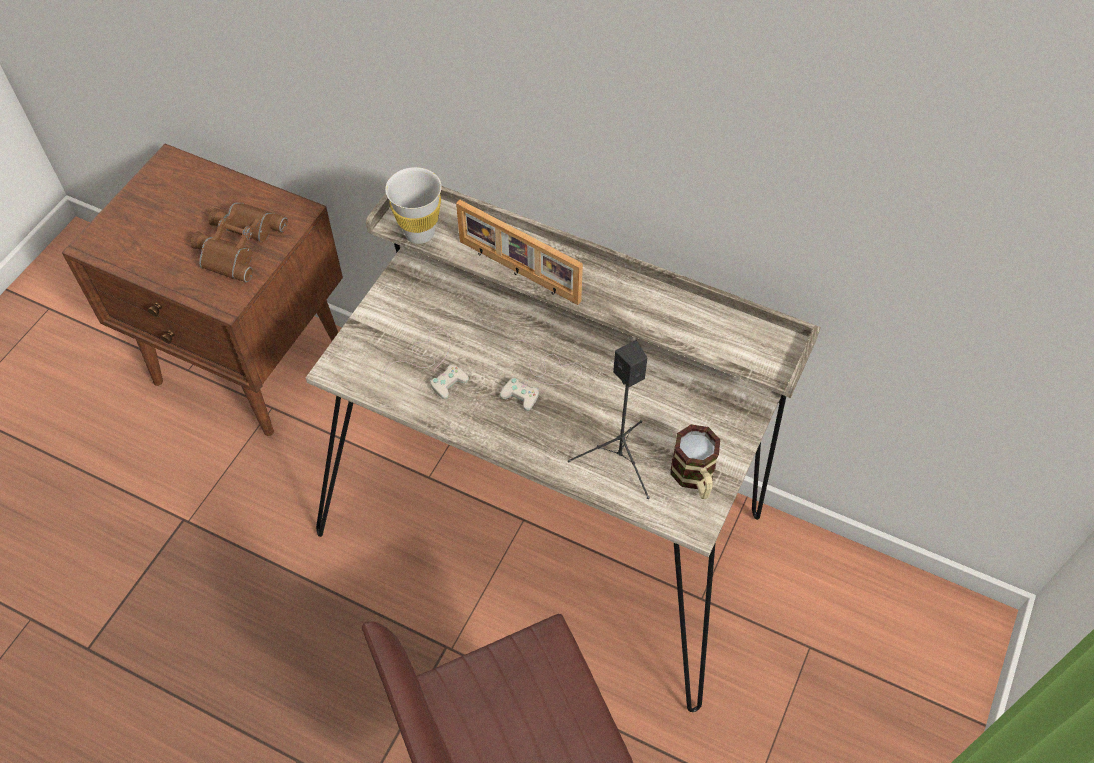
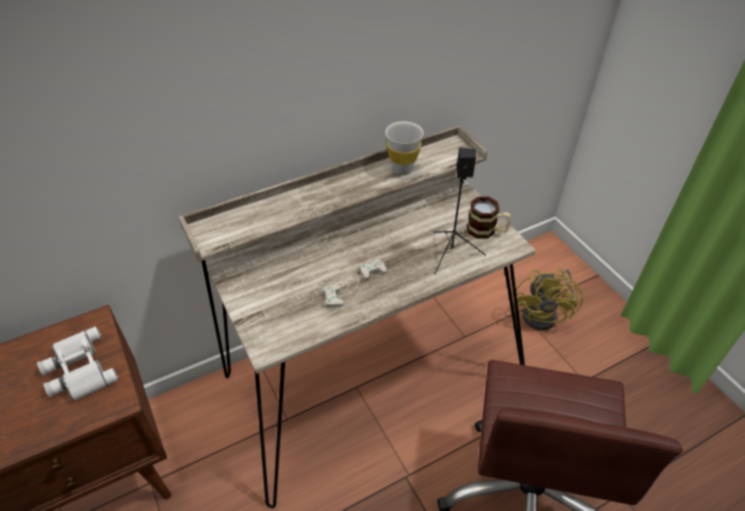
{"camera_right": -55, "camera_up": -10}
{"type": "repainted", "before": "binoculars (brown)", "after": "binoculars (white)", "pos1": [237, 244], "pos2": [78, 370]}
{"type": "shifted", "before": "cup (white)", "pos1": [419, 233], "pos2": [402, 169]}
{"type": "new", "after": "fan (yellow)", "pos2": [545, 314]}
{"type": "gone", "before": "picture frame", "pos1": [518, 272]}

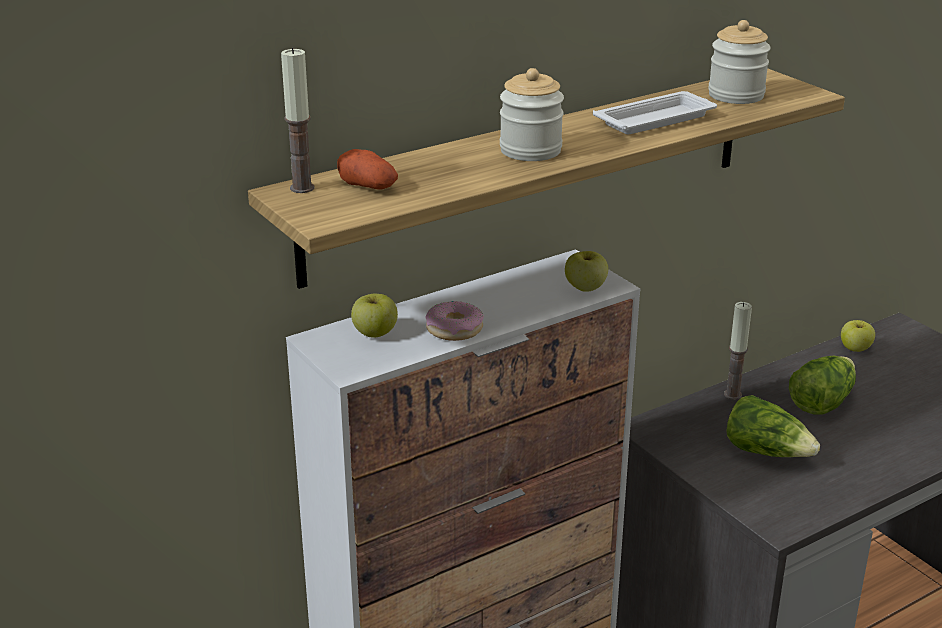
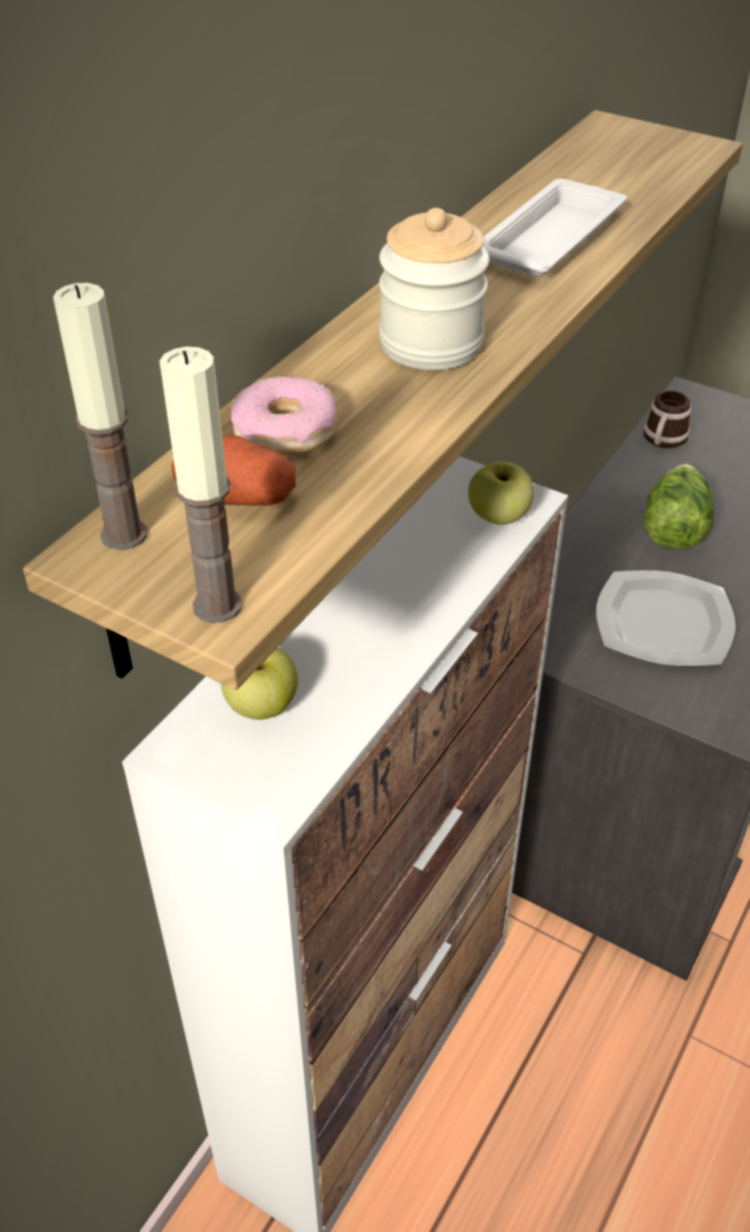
{"camera_right": -25, "camera_up": 15}
{"type": "shifted", "before": "candle", "pos1": [732, 395], "pos2": [217, 606]}
{"type": "shifted", "before": "donut", "pos1": [454, 329], "pos2": [285, 431]}
{"type": "swapped", "before": "lettuce", "after": "plate", "pos1": [767, 452], "pos2": [662, 621]}
{"type": "swapped", "before": "apple", "after": "mug", "pos1": [855, 349], "pos2": [663, 440]}
{"type": "gone", "before": "jar", "pos1": [736, 95]}

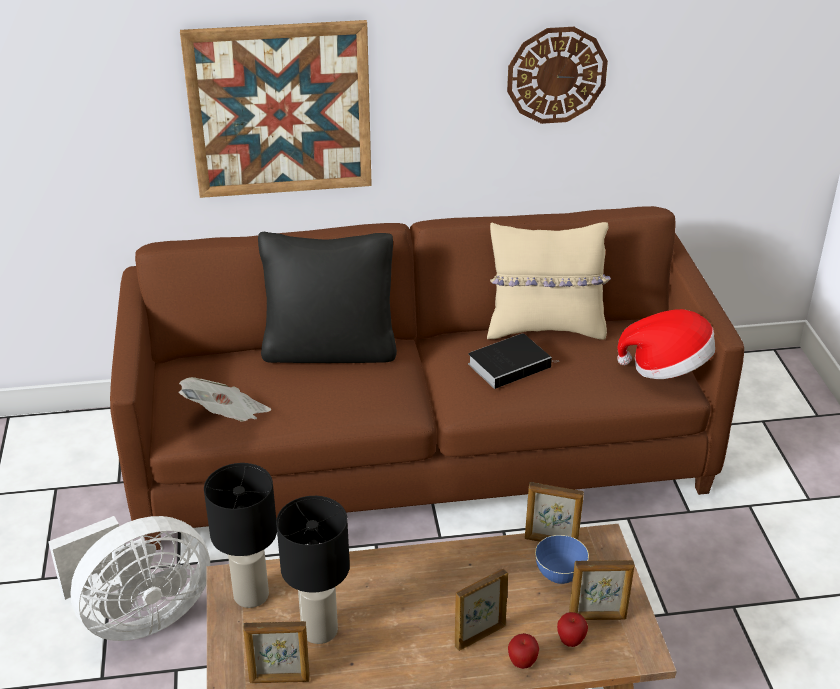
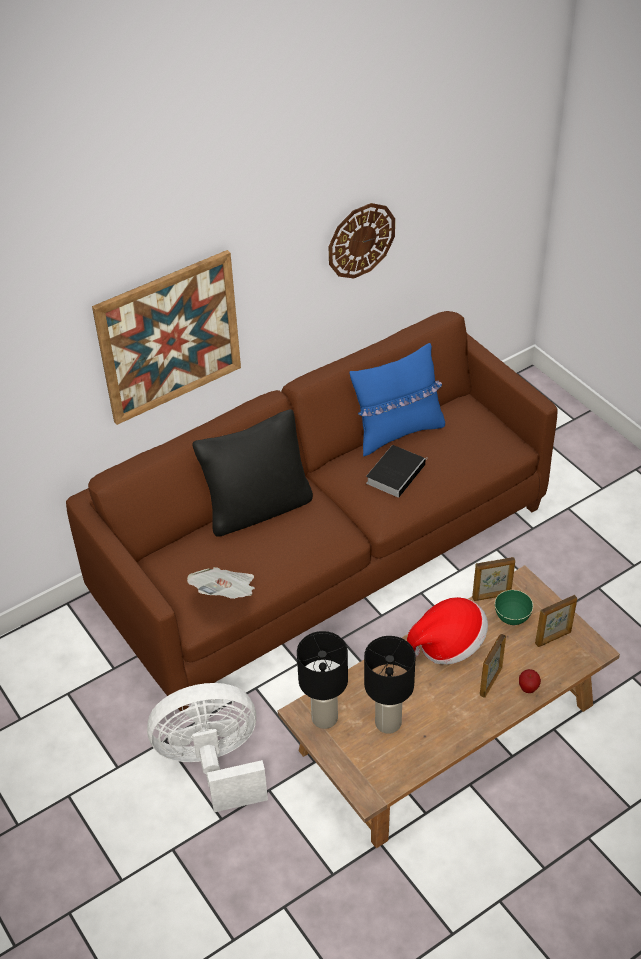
{"camera_right": -25, "camera_up": 10}
{"type": "rotated", "before": "fan (white)", "pos1": [139, 617], "pos2": [213, 764], "turn": -135}
{"type": "repainted", "before": "pillow (beige)", "after": "pillow (blue)", "pos1": [545, 328], "pos2": [397, 432]}
{"type": "shifted", "before": "hat", "pos1": [668, 367], "pos2": [448, 644]}
{"type": "repainted", "before": "bowl (blue)", "after": "bowl (green)", "pos1": [559, 574], "pos2": [512, 617]}
{"type": "gone", "before": "picture frame", "pos1": [279, 680]}
{"type": "gone", "before": "apple", "pos1": [571, 641]}

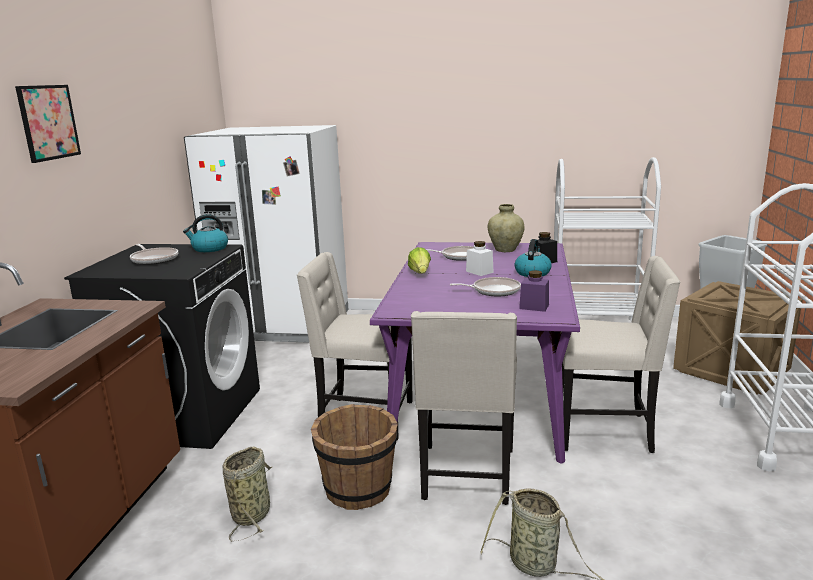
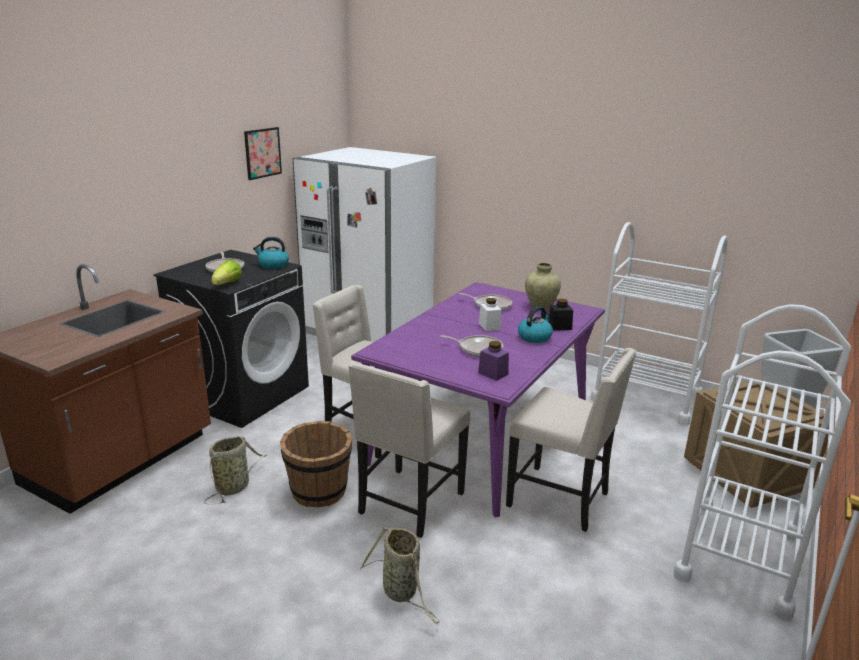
{"camera_right": 20, "camera_up": 5}
{"type": "shifted", "before": "lettuce", "pos1": [420, 273], "pos2": [227, 284]}
{"type": "shifted", "before": "picture", "pos1": [48, 122], "pos2": [262, 153]}

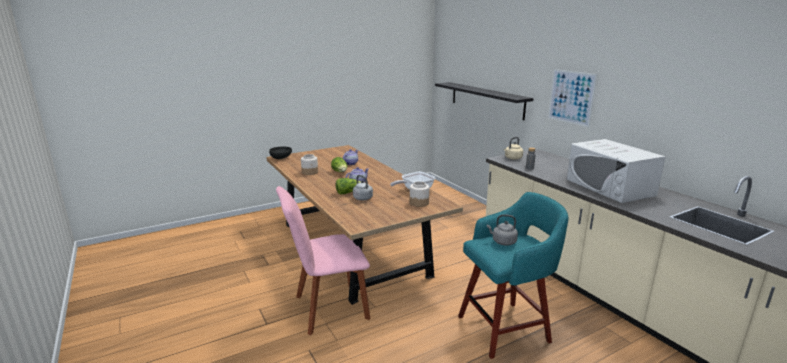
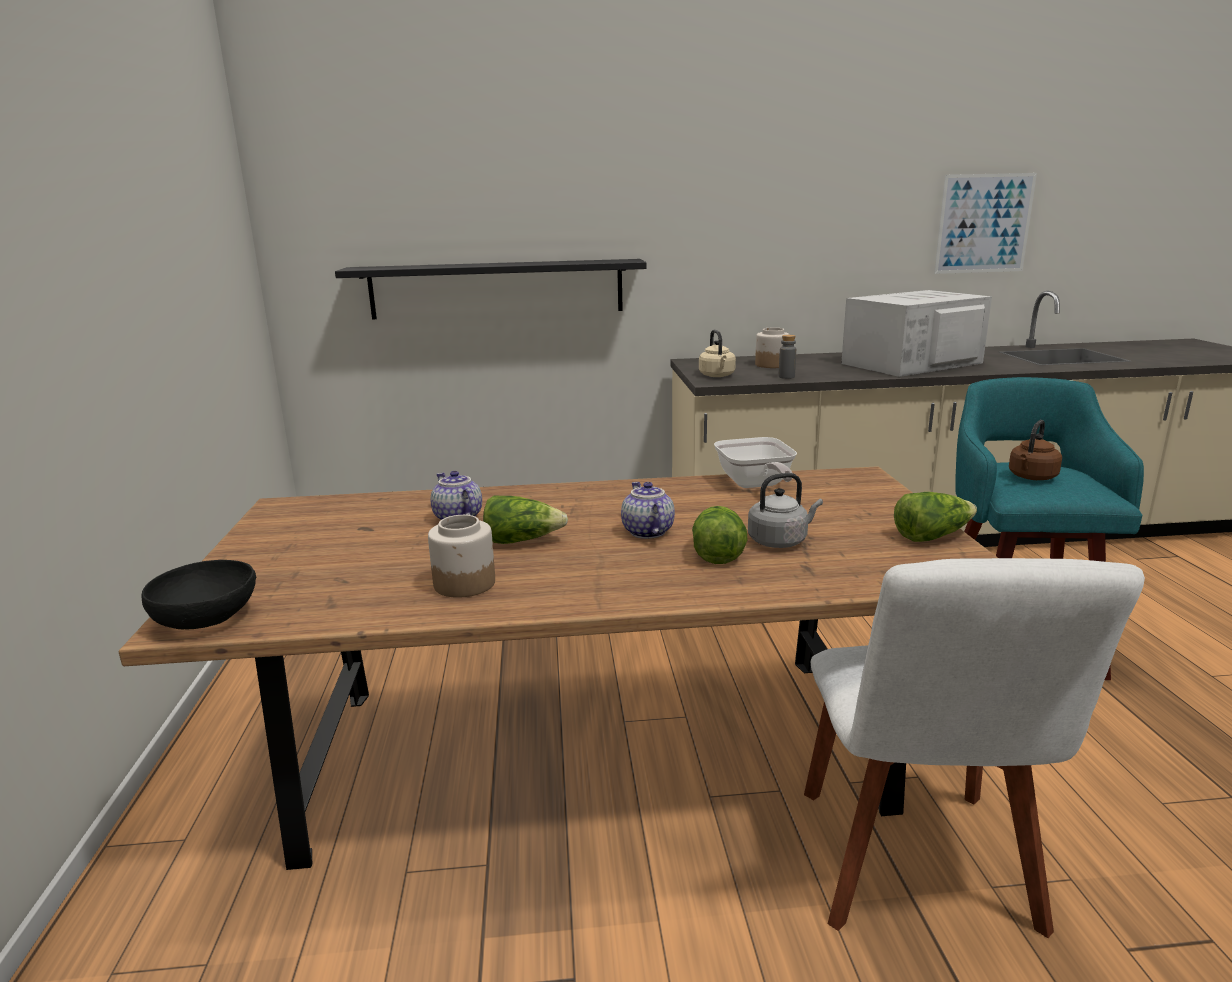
{"camera_right": -65, "camera_up": 0}
{"type": "shifted", "before": "jar", "pos1": [419, 203], "pos2": [771, 365]}
{"type": "repainted", "before": "chair (pink)", "after": "chair (white)", "pos1": [327, 309], "pos2": [917, 867]}
{"type": "rotated", "before": "microwave (white)", "pos1": [609, 187], "pos2": [911, 363], "turn": 150}
{"type": "new", "after": "lettuce", "pos2": [931, 536]}
{"type": "shifted", "before": "picture", "pos1": [571, 97], "pos2": [984, 224]}
{"type": "repainted", "before": "kettle (grey)", "after": "kettle (brown)", "pos1": [502, 242], "pos2": [1031, 477]}

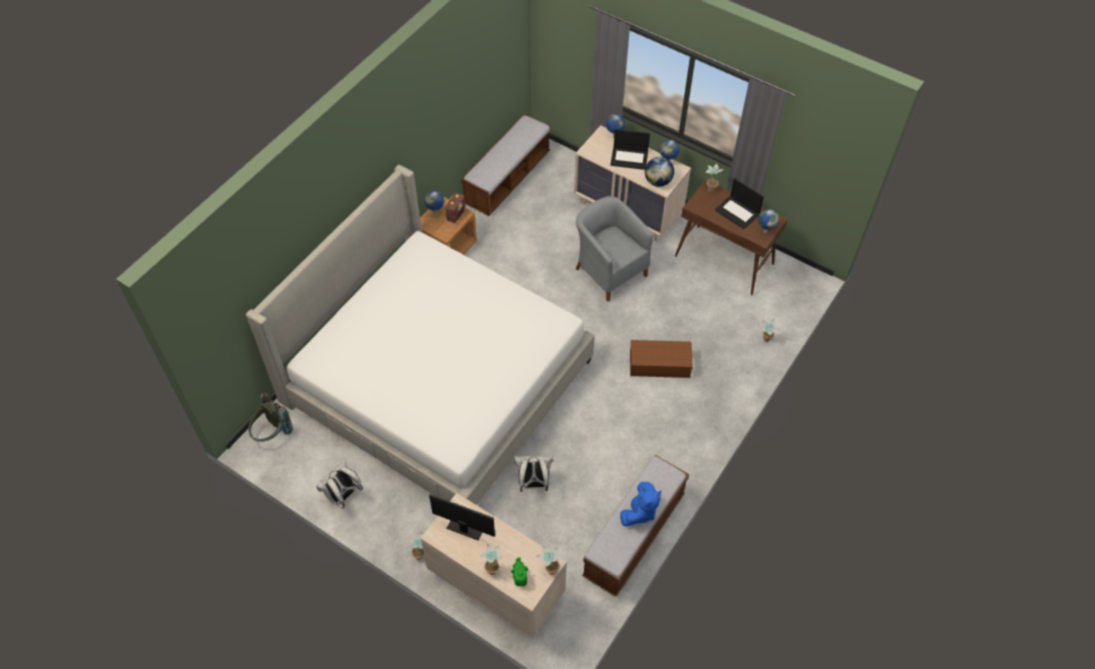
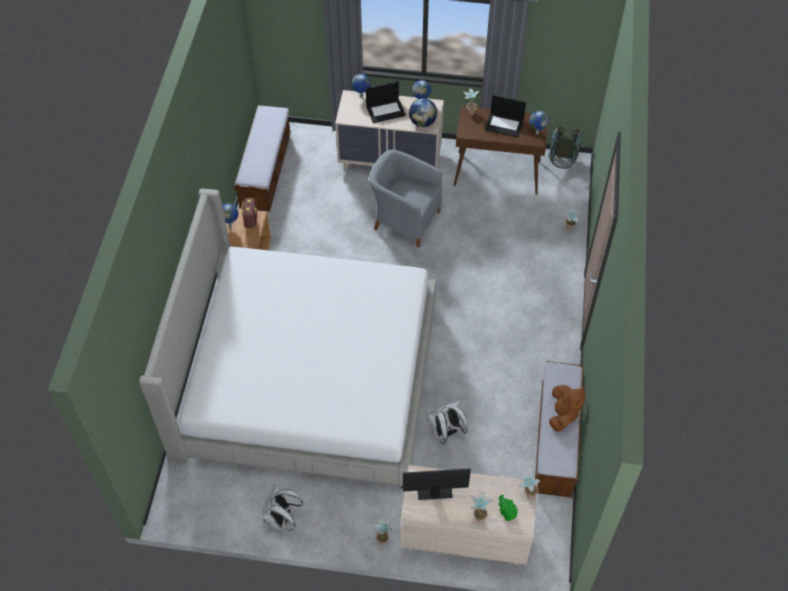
{"camera_right": -25, "camera_up": 0}
{"type": "shifted", "before": "backpack (grey)", "pos1": [272, 434], "pos2": [561, 166]}
{"type": "repainted", "before": "plush toy (blue)", "after": "plush toy (brown)", "pos1": [640, 512], "pos2": [563, 414]}
{"type": "gone", "before": "storage box (brown)", "pos1": [658, 365]}

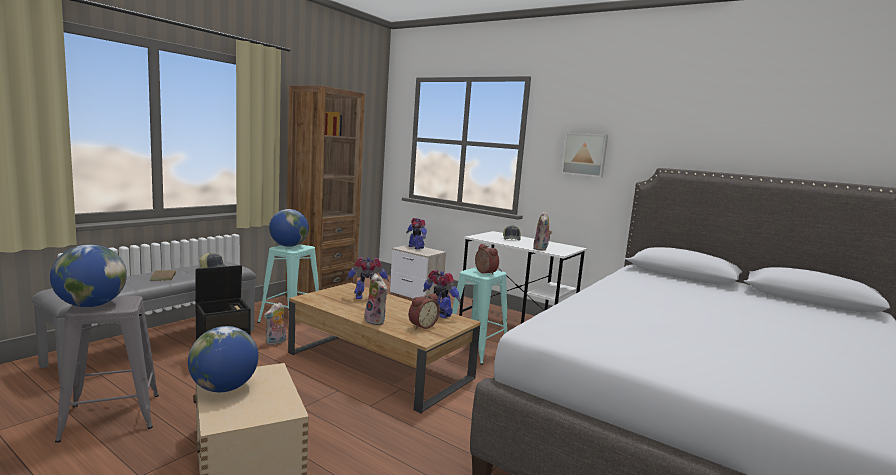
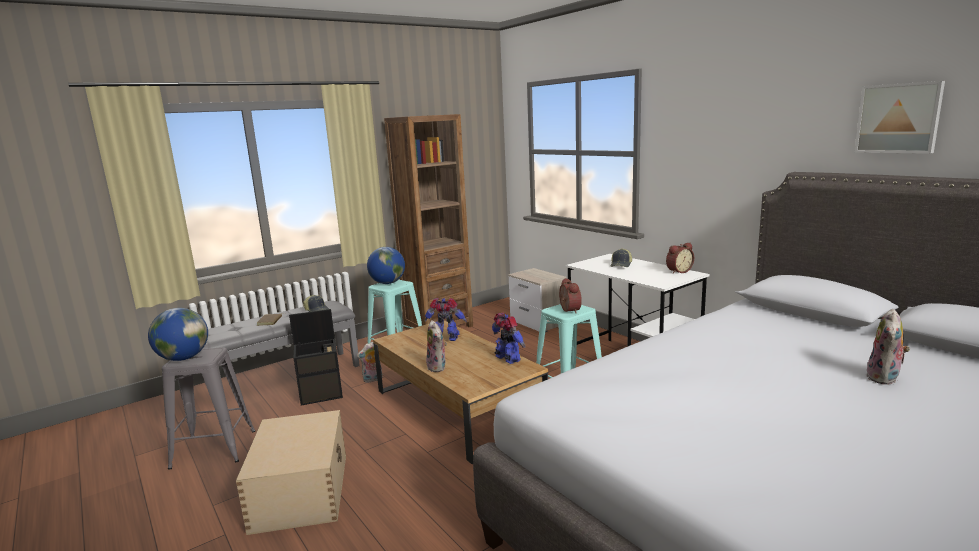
{"camera_right": 20, "camera_up": 5}
{"type": "shifted", "before": "alarm clock", "pos1": [421, 326], "pos2": [678, 271]}
{"type": "shifted", "before": "picture", "pos1": [584, 154], "pos2": [898, 118]}
{"type": "shifted", "before": "plush toy", "pos1": [541, 249], "pos2": [885, 378]}
{"type": "gone", "before": "globe", "pos1": [224, 388]}
{"type": "gone", "before": "toy robot", "pos1": [416, 247]}

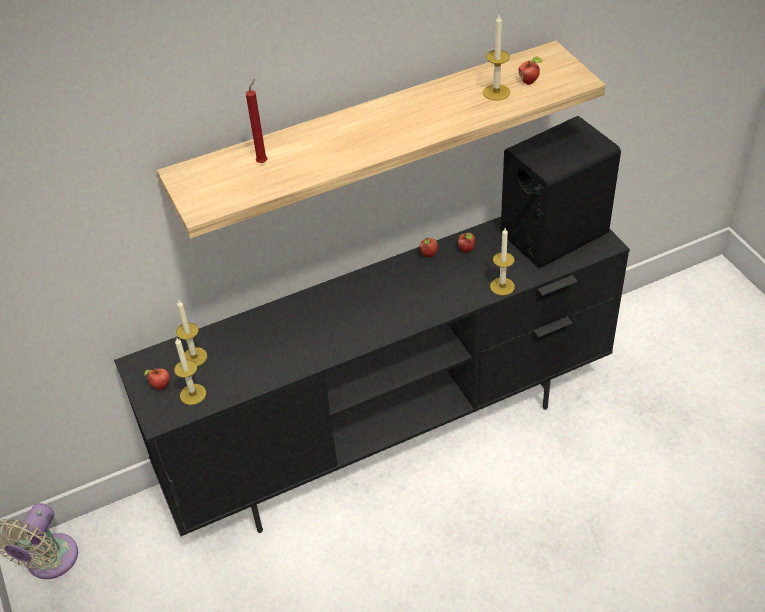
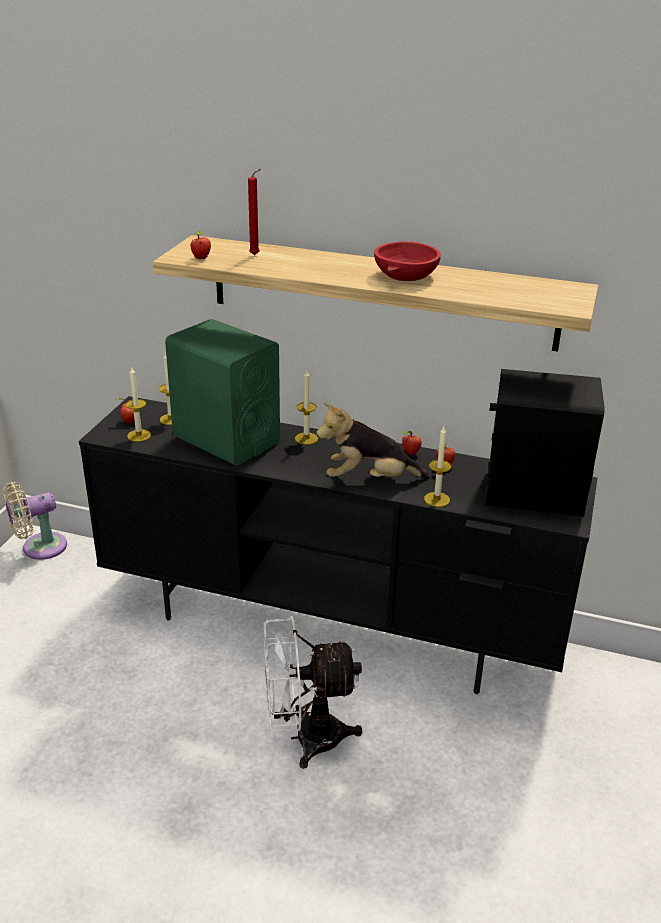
{"camera_right": 40, "camera_up": -15}
{"type": "new", "after": "speaker (green)", "pos2": [225, 439]}
{"type": "shifted", "before": "apple", "pos1": [529, 82], "pos2": [201, 258]}
{"type": "new", "after": "fan (white)", "pos2": [305, 738]}
{"type": "shifted", "before": "candle", "pos1": [496, 92], "pos2": [306, 438]}
{"type": "new", "after": "plush toy", "pos2": [369, 479]}
{"type": "new", "after": "bowl (red)", "pos2": [405, 275]}

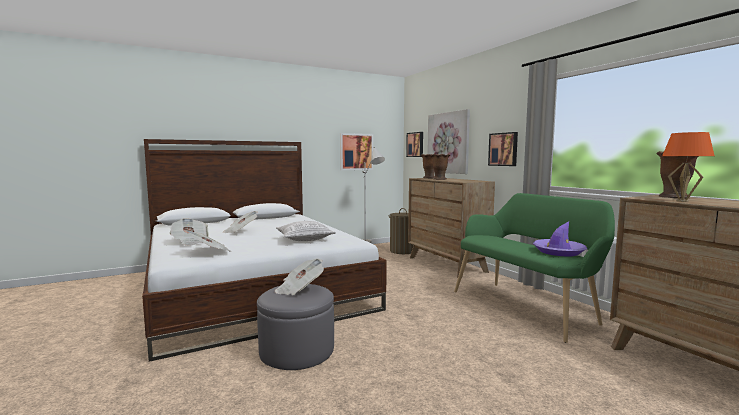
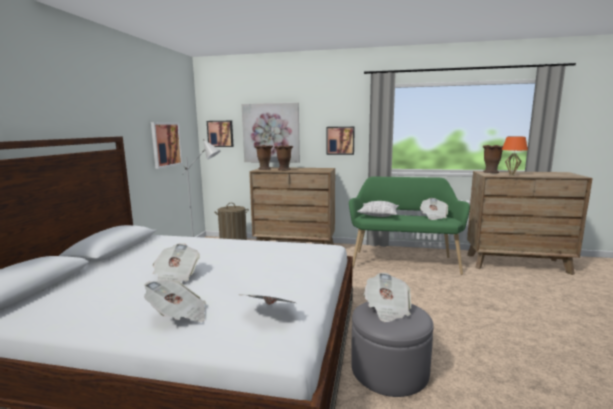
{"camera_right": -50, "camera_up": 5}
{"type": "shifted", "before": "pillow", "pos1": [305, 239], "pos2": [378, 215]}
{"type": "swapped", "before": "hat (purple)", "after": "newspaper", "pos1": [558, 252], "pos2": [433, 216]}

